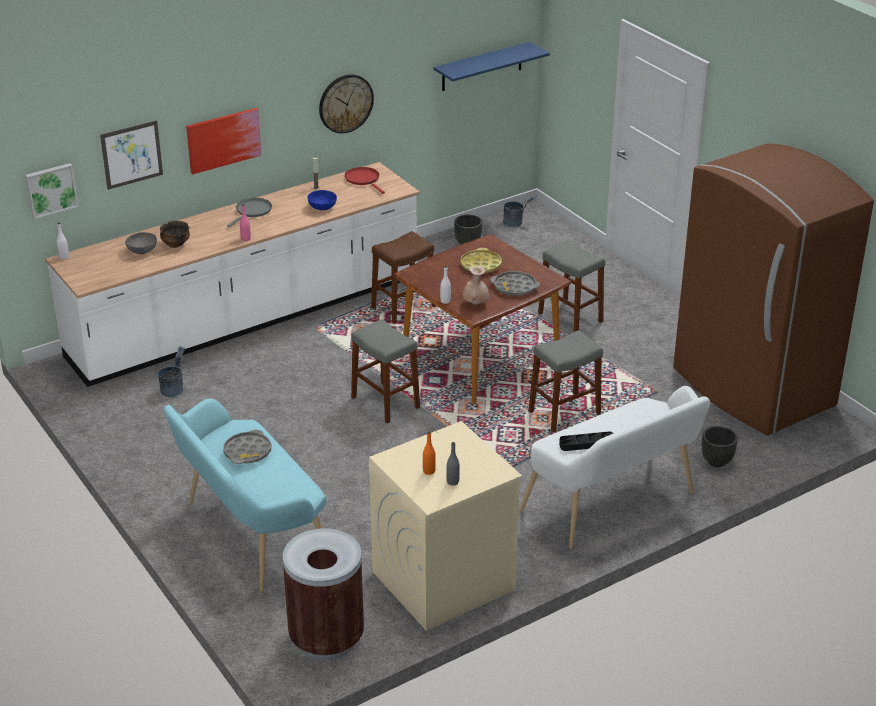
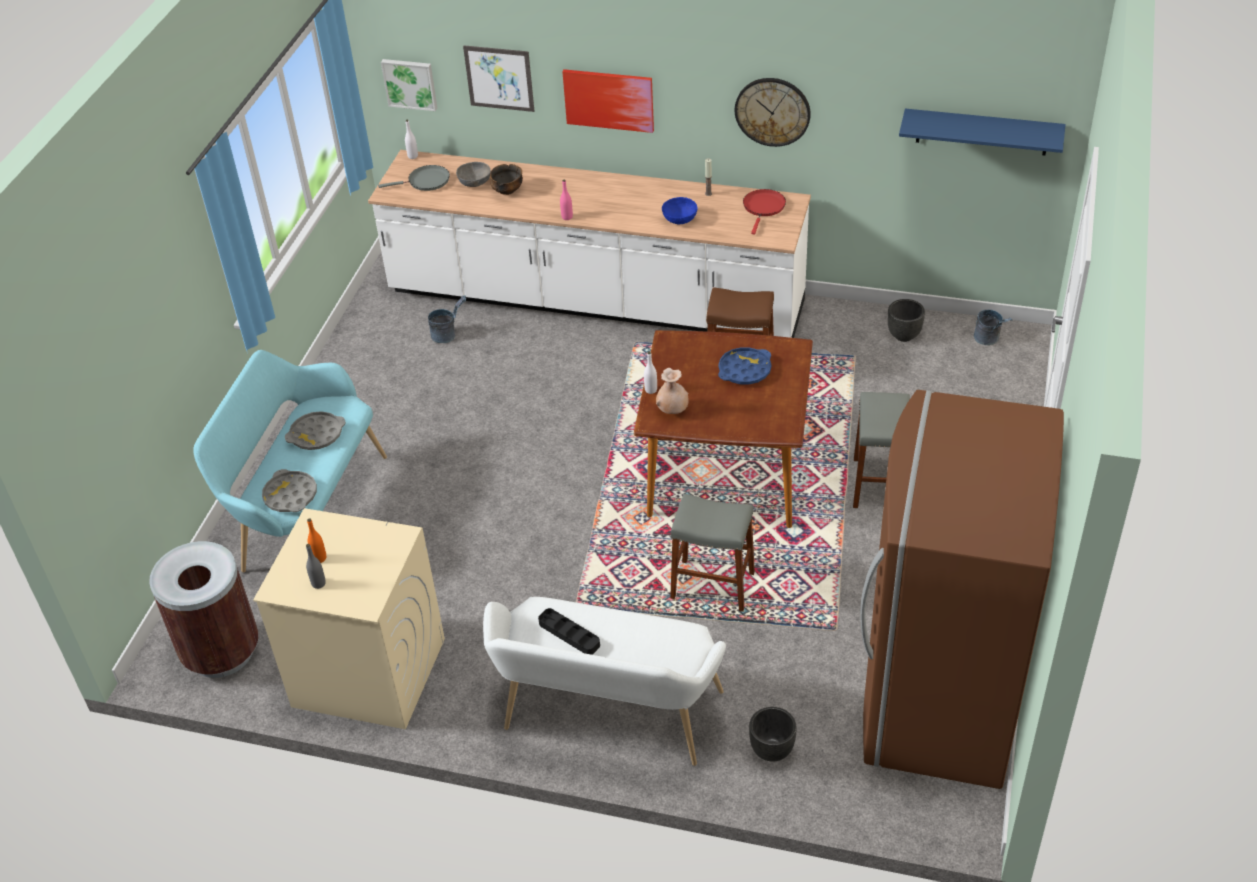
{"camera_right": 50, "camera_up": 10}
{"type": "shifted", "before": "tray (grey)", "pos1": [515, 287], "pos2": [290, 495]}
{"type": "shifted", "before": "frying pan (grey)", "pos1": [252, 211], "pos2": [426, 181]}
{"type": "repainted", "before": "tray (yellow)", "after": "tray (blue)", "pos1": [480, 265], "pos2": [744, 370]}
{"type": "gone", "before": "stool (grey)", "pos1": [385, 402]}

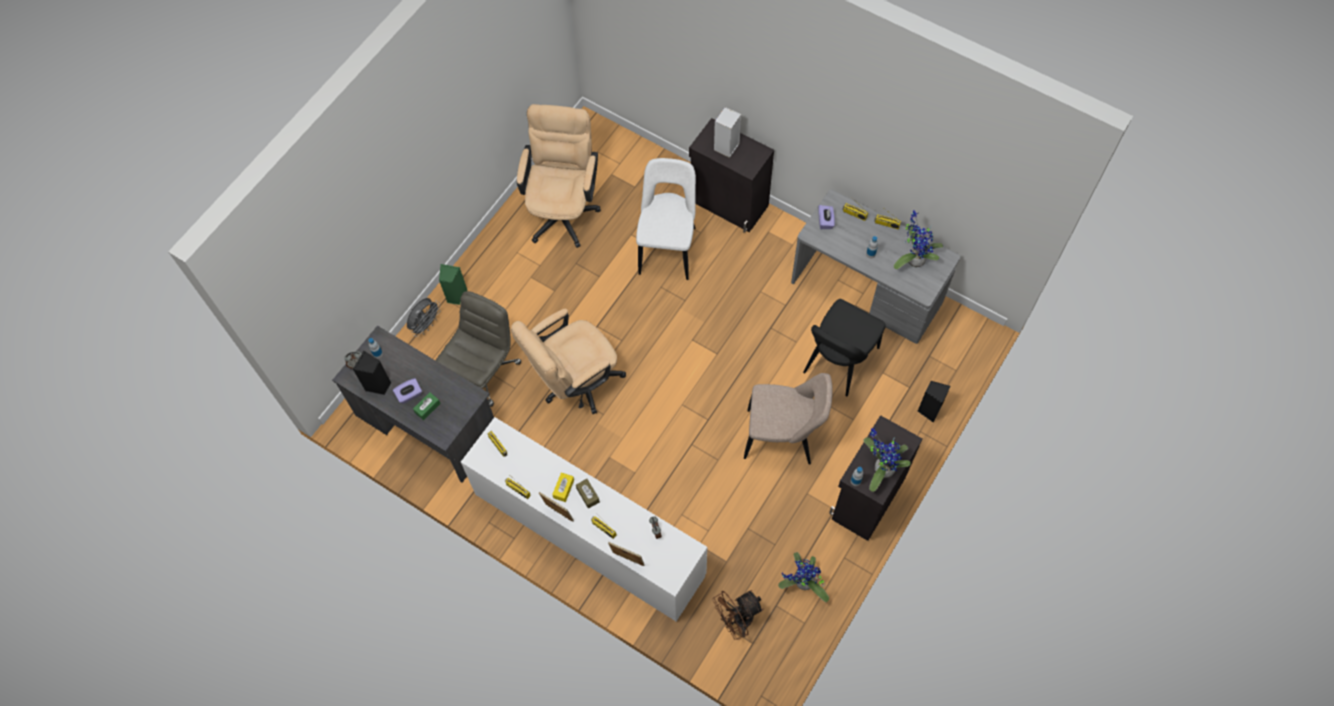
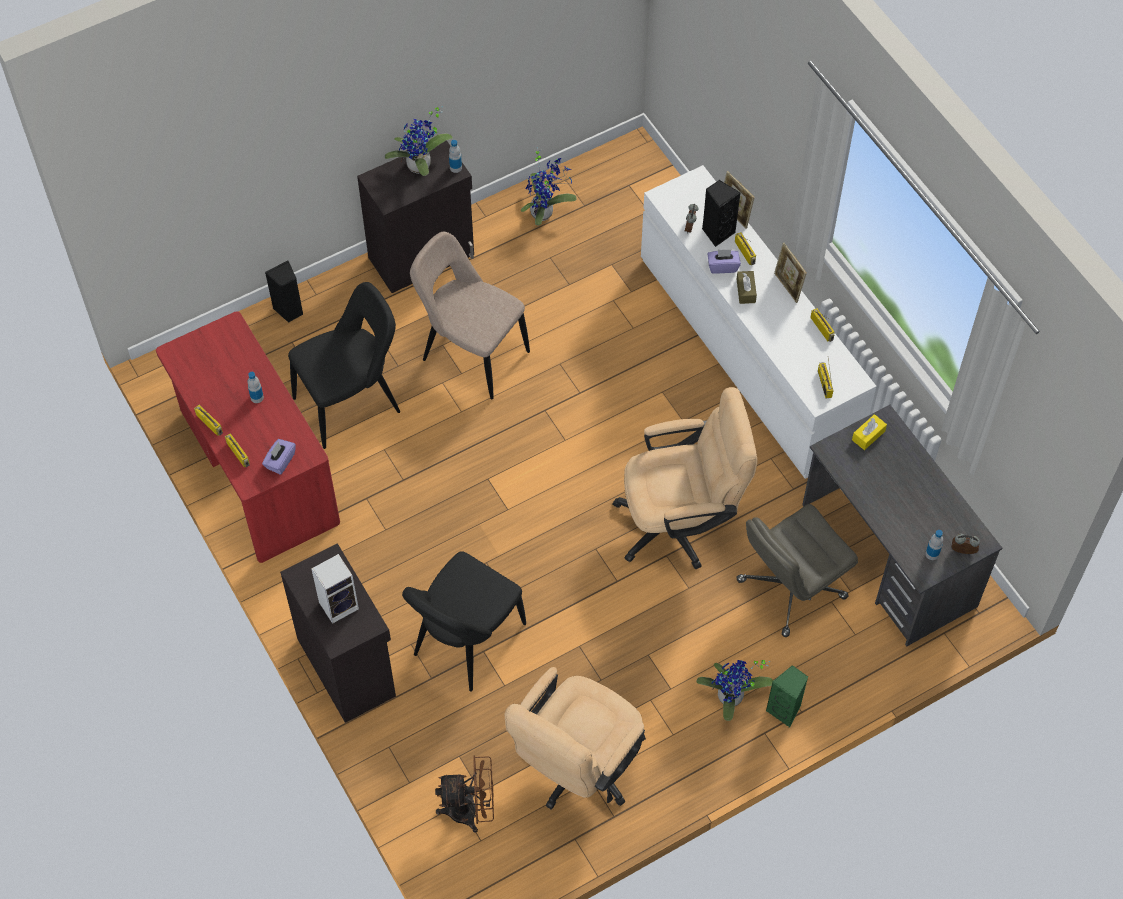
{"camera_right": -155, "camera_up": -5}
{"type": "repainted", "before": "desk (grey)", "after": "desk (red)", "pos1": [867, 291], "pos2": [256, 469]}
{"type": "repainted", "before": "chair (white)", "after": "chair (black)", "pos1": [668, 247], "pos2": [466, 643]}
{"type": "shifted", "before": "fan (brown)", "pos1": [737, 621], "pos2": [471, 810]}
{"type": "shifted", "before": "potted plant", "pos1": [913, 258], "pos2": [731, 700]}
{"type": "shifted", "before": "speaker (black)", "pos1": [378, 385], "pos2": [717, 232]}
{"type": "shifted", "before": "tissue box (purple)", "pos1": [409, 395], "pos2": [723, 266]}
{"type": "shifted", "before": "tissue box (yellow)", "pos1": [563, 489], "pos2": [868, 435]}
{"type": "gone", "before": "fan (grey)", "pos1": [426, 325]}
{"type": "gone", "before": "tissue box (green)", "pos1": [427, 408]}

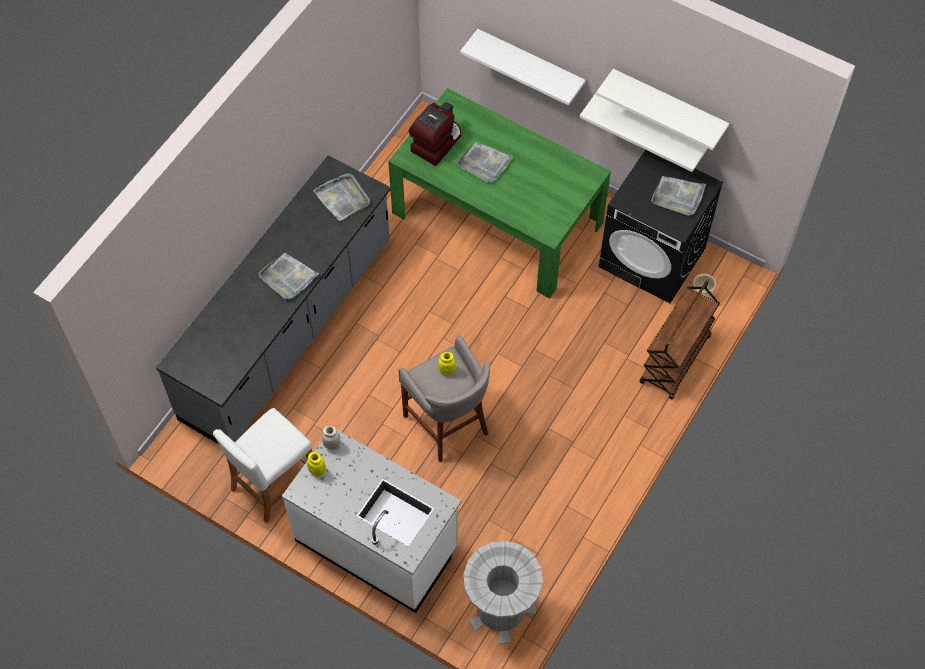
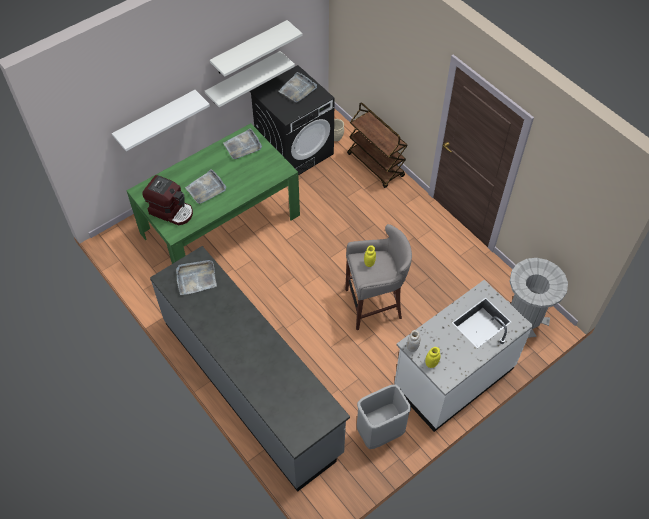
{"camera_right": -70, "camera_up": -5}
{"type": "rotated", "before": "coffee machine", "pos1": [436, 143], "pos2": [171, 211], "turn": 150}
{"type": "shifted", "before": "tray (grey)", "pos1": [288, 277], "pos2": [243, 146]}
{"type": "swapped", "before": "stool (white)", "after": "trash can (grey)", "pos1": [273, 483], "pos2": [380, 433]}

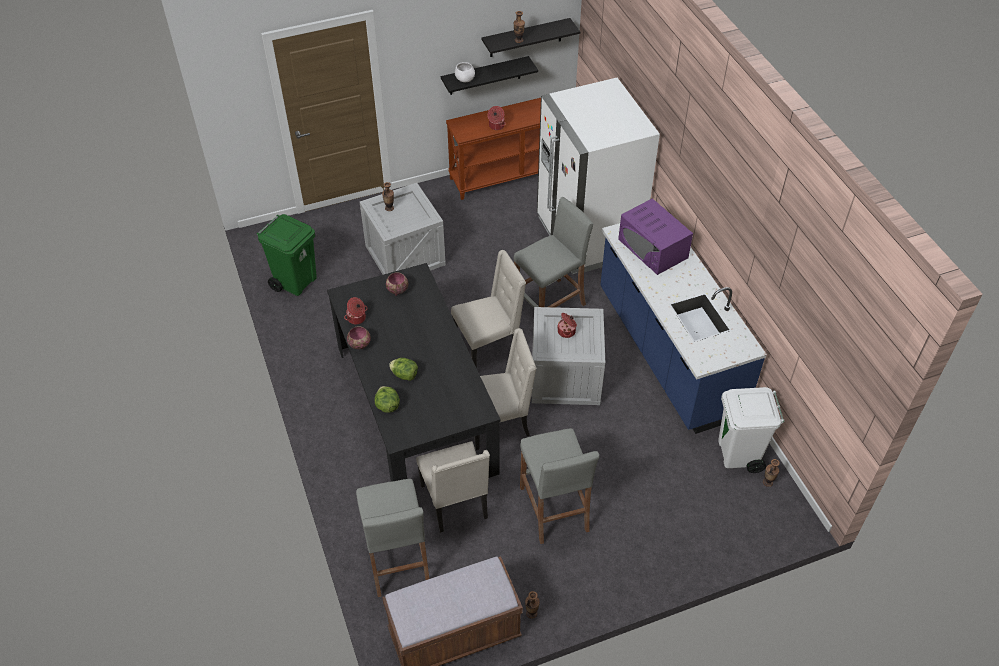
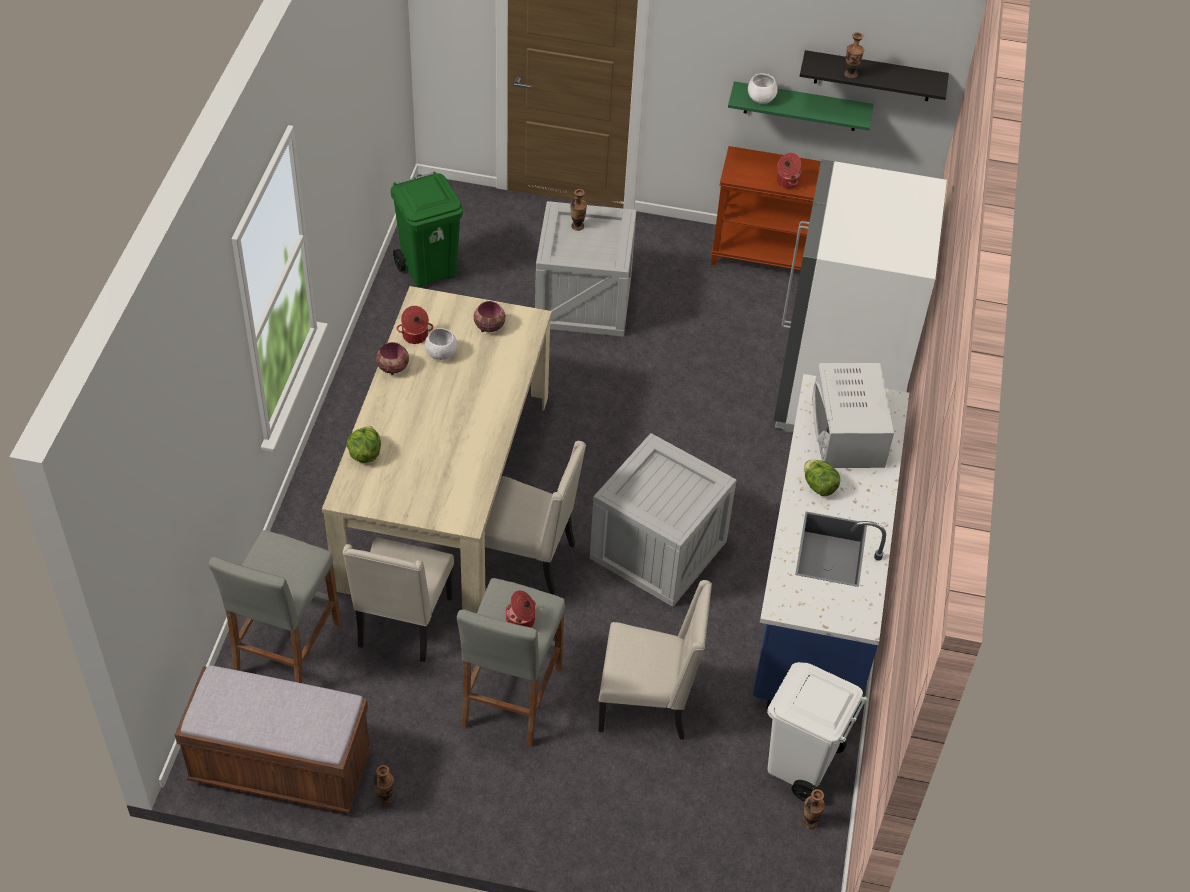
{"camera_right": 30, "camera_up": 0}
{"type": "repainted", "before": "dining table (black)", "after": "dining table (beige)", "pos1": [415, 408], "pos2": [446, 489]}
{"type": "new", "after": "bowl (white)", "pos2": [441, 353]}
{"type": "shifted", "before": "cooking pot", "pos1": [567, 331], "pos2": [521, 621]}
{"type": "shifted", "before": "chair (beige)", "pos1": [489, 345], "pos2": [648, 704]}
{"type": "repainted", "before": "shelf (black)", "after": "shelf (green)", "pos1": [485, 76], "pos2": [801, 106]}
{"type": "shifted", "before": "lettuce", "pos1": [404, 375], "pos2": [819, 486]}
{"type": "repainted", "before": "microwave (purple)", "after": "microwave (white)", "pos1": [653, 248], "pos2": [847, 432]}
{"type": "gone", "before": "stool (grey)", "pos1": [550, 304]}

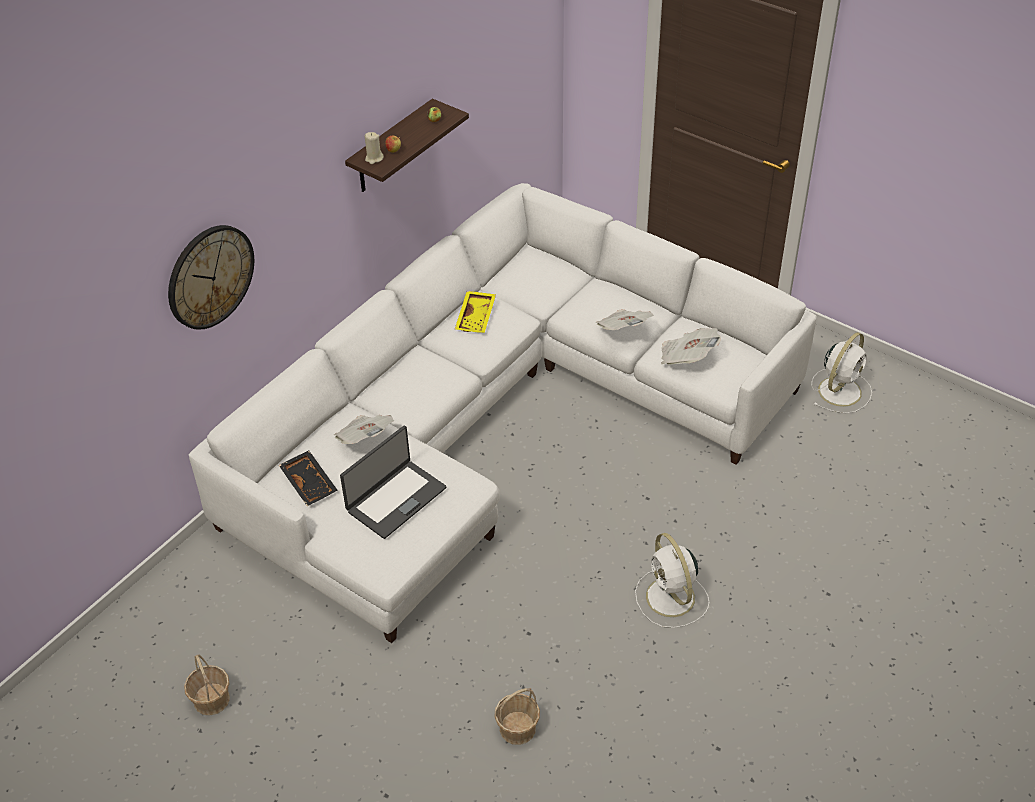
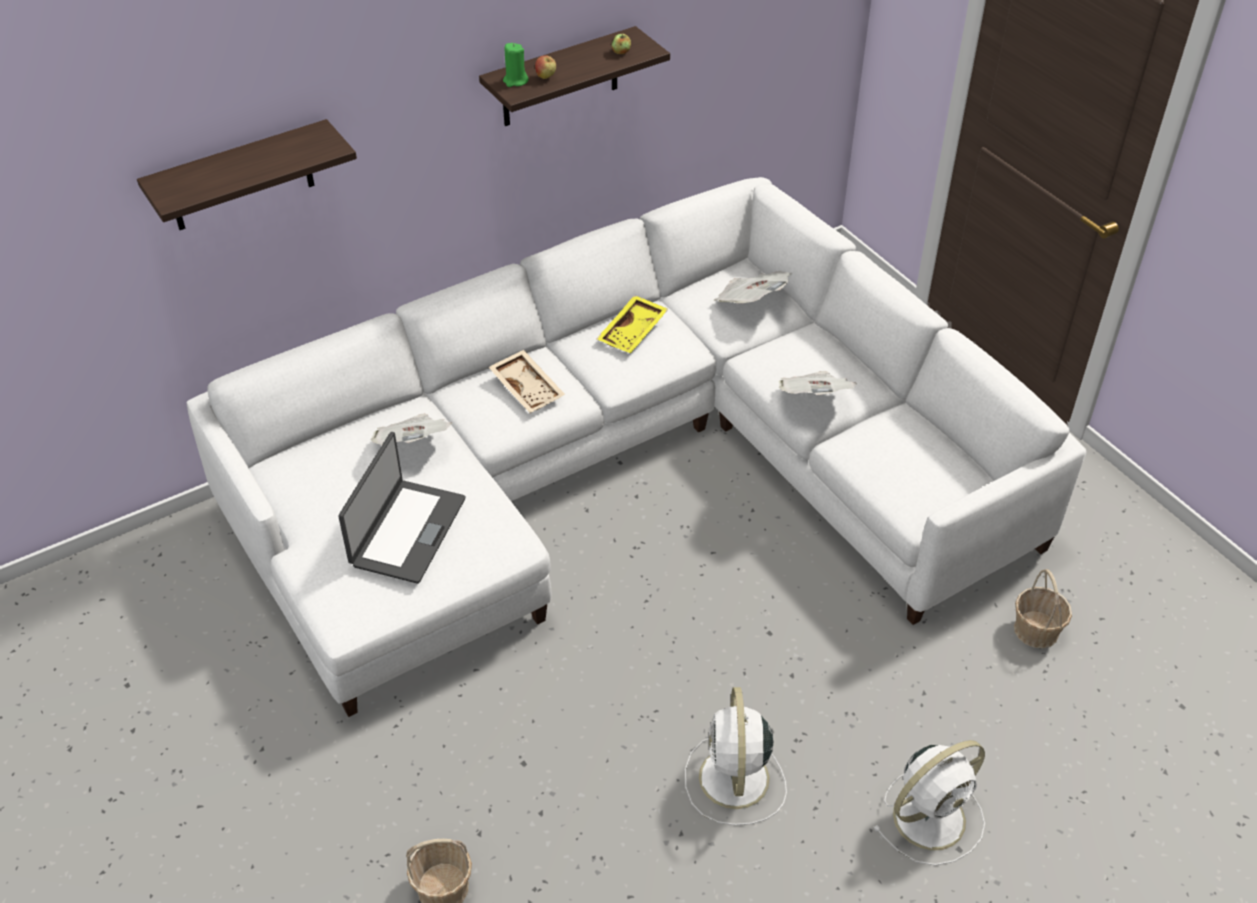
{"camera_right": 20, "camera_up": 0}
{"type": "swapped", "before": "wall clock", "after": "shelf", "pos1": [210, 276], "pos2": [240, 177]}
{"type": "rotated", "before": "laptop", "pos1": [395, 499], "pos2": [406, 531], "turn": -45}
{"type": "new", "after": "tray (beige)", "pos2": [528, 388]}
{"type": "repainted", "before": "candle (beige)", "after": "candle (green)", "pos1": [374, 158], "pos2": [515, 81]}
{"type": "shifted", "before": "newspaper", "pos1": [687, 358], "pos2": [750, 302]}
{"type": "shifted", "before": "fan (white)", "pos1": [840, 390], "pos2": [931, 816]}
{"type": "shifted", "before": "basket", "pos1": [211, 700], "pos2": [1036, 630]}
{"type": "gone", "before": "tray (black)", "pos1": [310, 483]}

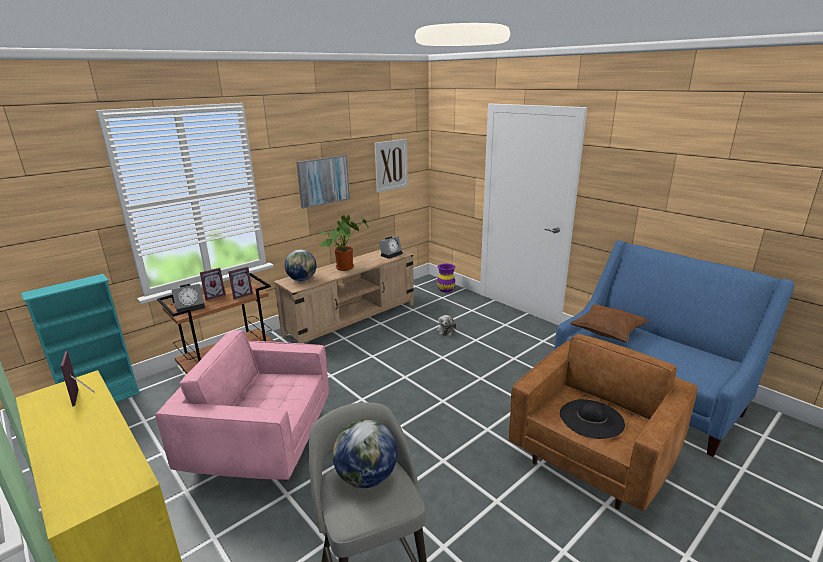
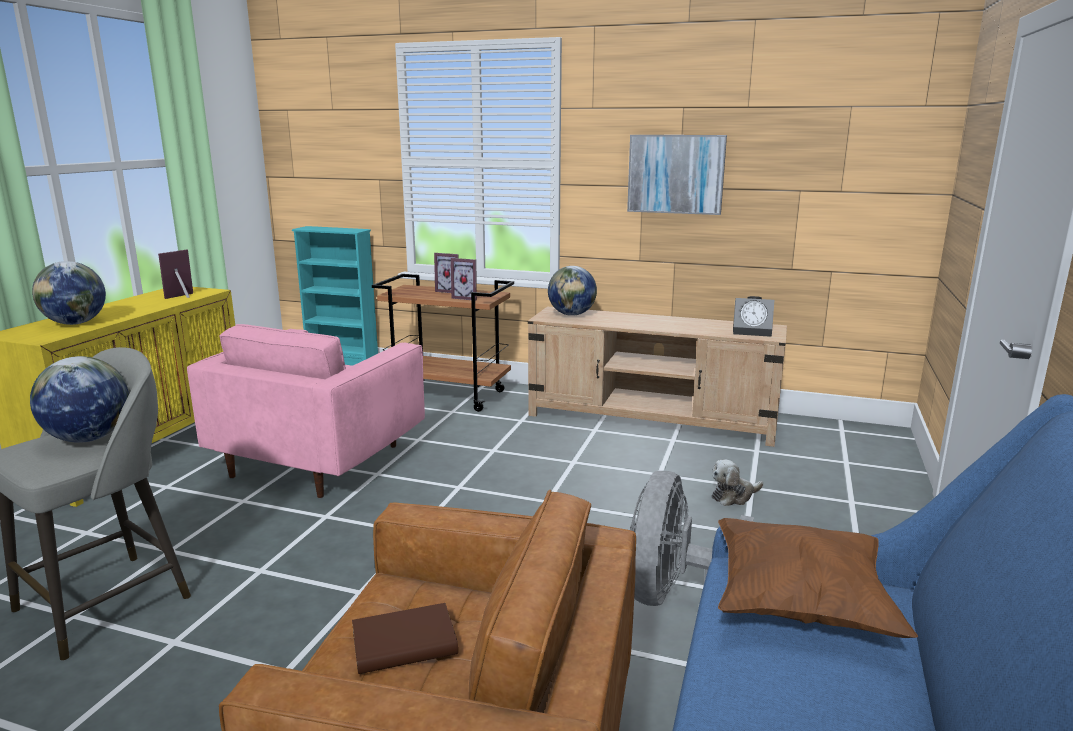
{"camera_right": 60, "camera_up": -5}
{"type": "new", "after": "globe", "pos2": [75, 323]}
{"type": "rotated", "before": "armchair (pink)", "pos1": [261, 445], "pos2": [319, 459], "turn": -135}
{"type": "swapped", "before": "hat (black)", "after": "book (brown)", "pos1": [591, 418], "pos2": [404, 644]}
{"type": "new", "after": "fan (grey)", "pos2": [673, 595]}
{"type": "gone", "before": "alarm clock", "pos1": [191, 307]}
{"type": "gone", "before": "potted plant", "pos1": [345, 267]}
{"type": "gone", "before": "picture", "pos1": [391, 165]}
{"type": "gone", "before": "vase (purple)", "pos1": [446, 289]}

